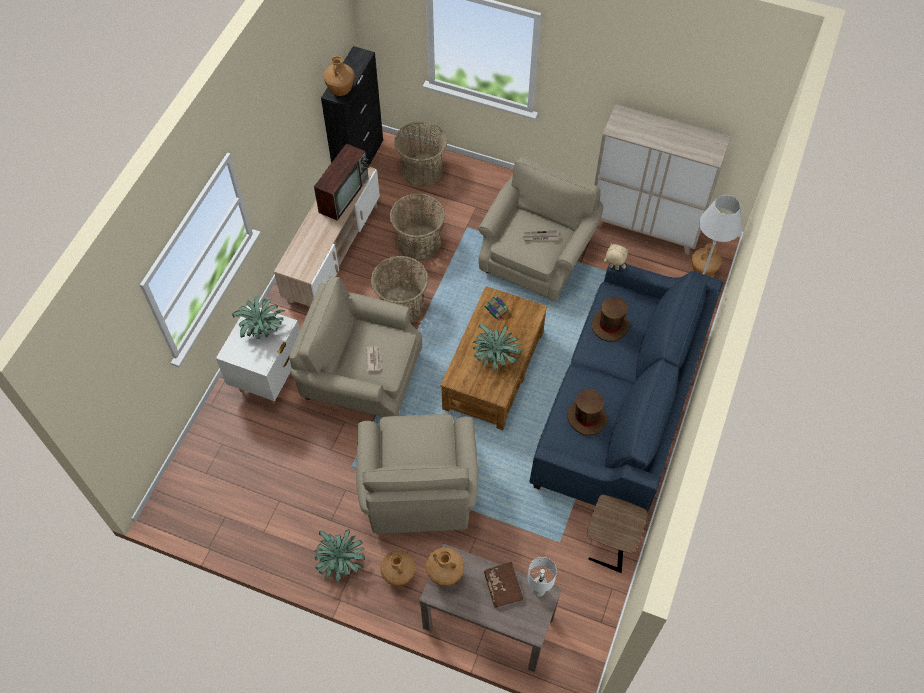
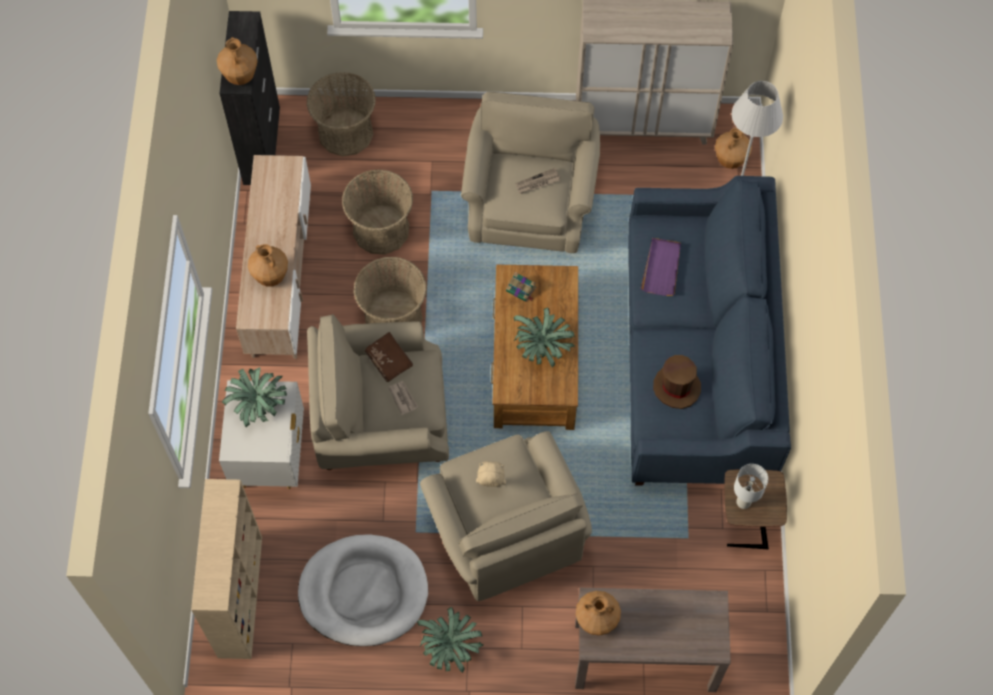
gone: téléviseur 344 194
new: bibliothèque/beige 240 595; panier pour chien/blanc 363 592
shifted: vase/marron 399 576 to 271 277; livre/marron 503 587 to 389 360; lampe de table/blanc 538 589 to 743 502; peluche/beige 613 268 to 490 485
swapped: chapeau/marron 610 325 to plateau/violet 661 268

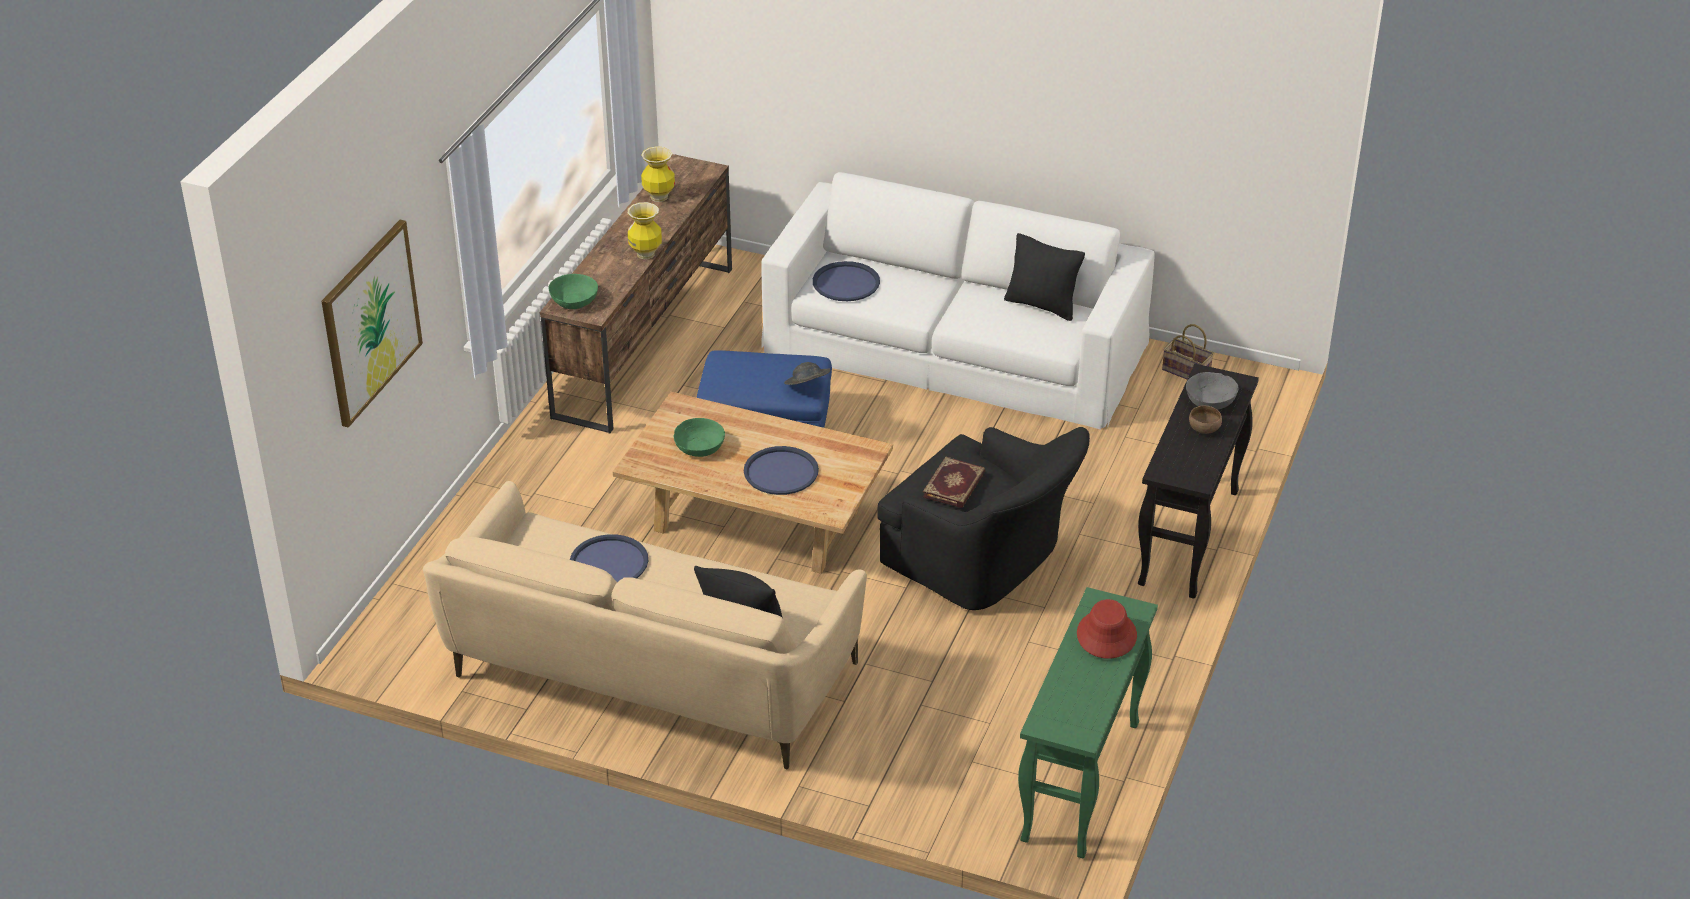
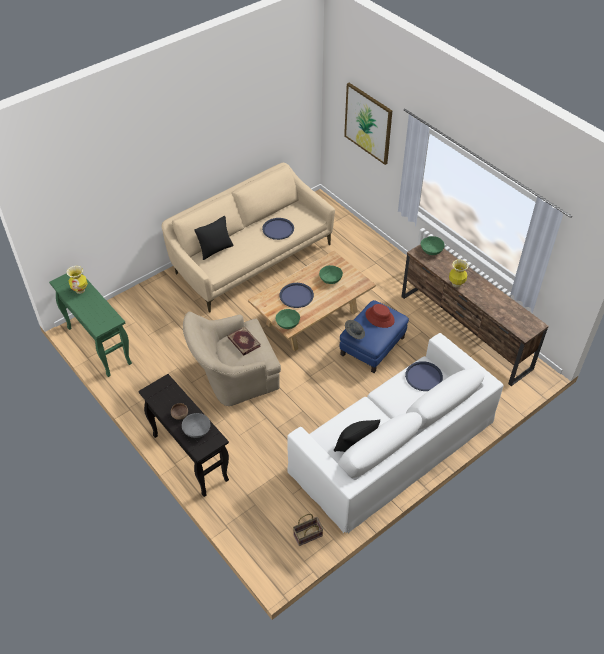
new: bol/vert 287 323
shifted: vase 659 197 to 80 290; chapeau/rouge 1106 635 to 379 317
repainted: fauteuil/noir 983 562 to fauteuil/beige 233 377

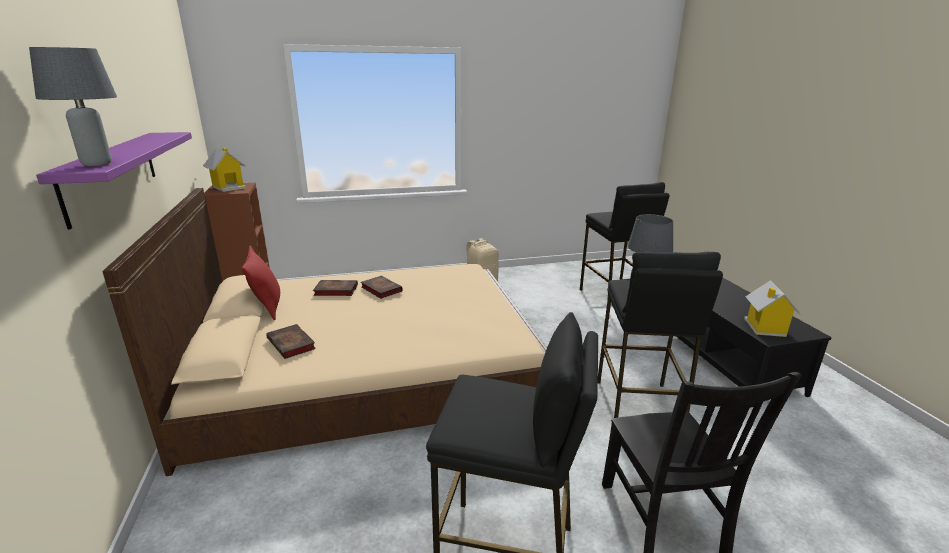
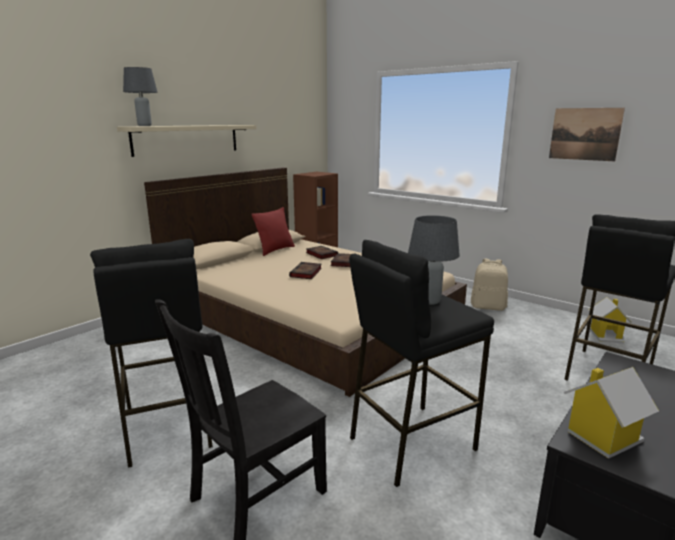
new: tableau 584 134
shifted: maison miniature 229 187 to 606 335; livre 292 344 to 306 273
repainted: étagère/violet 112 173 to étagère/beige 187 139

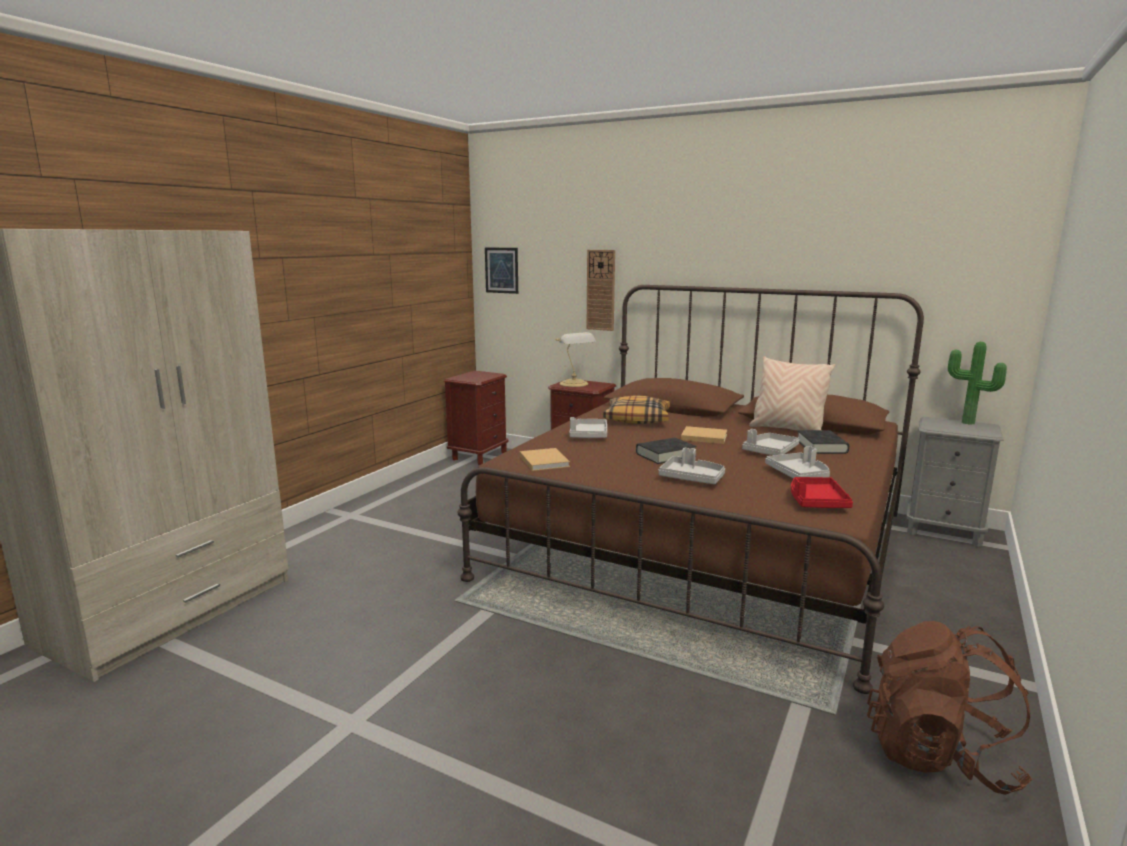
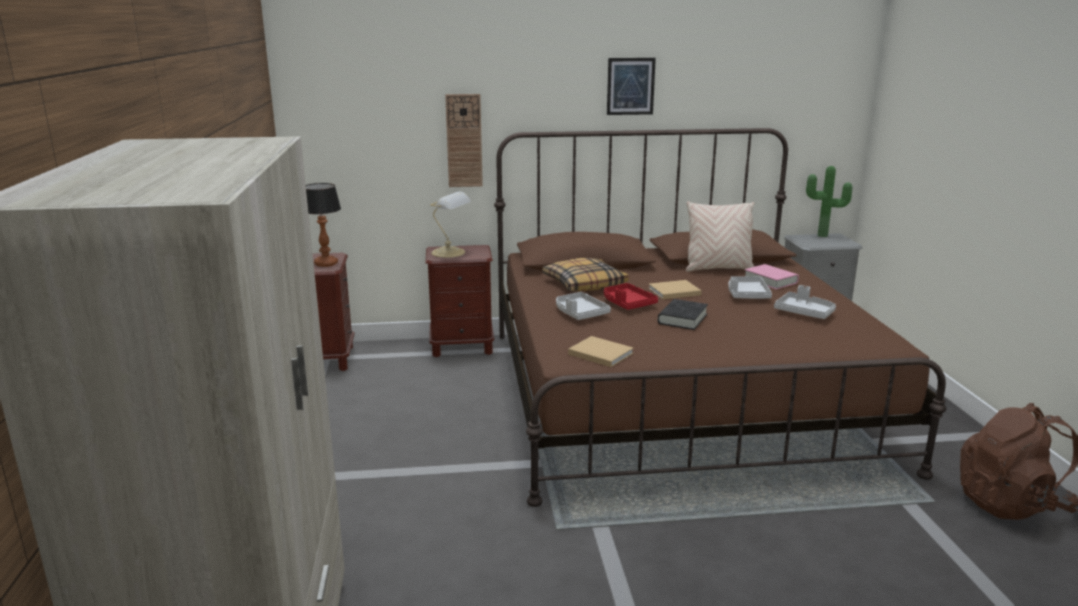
gone: plateau/gris 692 478
new: lampe de table 326 263
shifted: tableau 501 270 to 630 86; plateau/rouge 816 502 to 627 304
repainted: livre/noir 821 446 to livre/rose 770 281

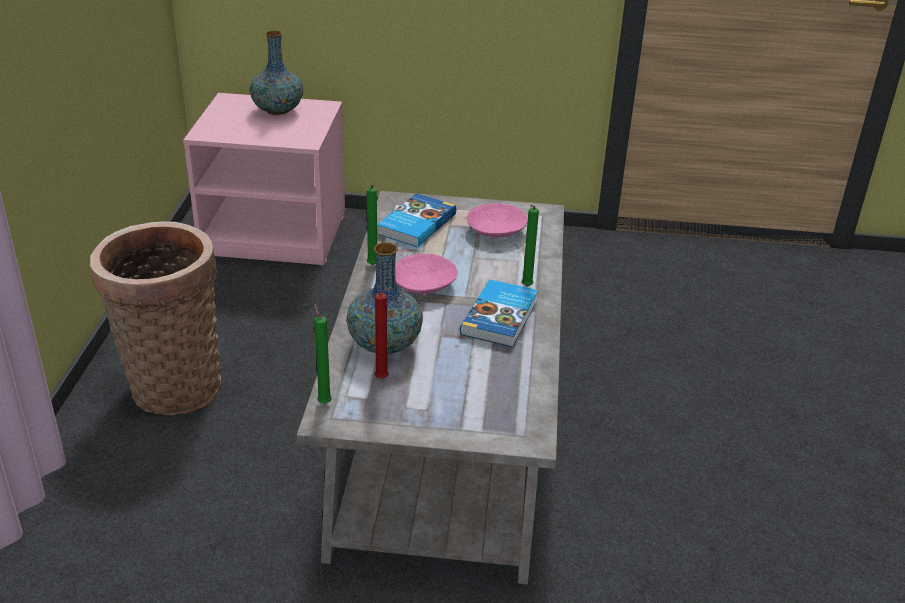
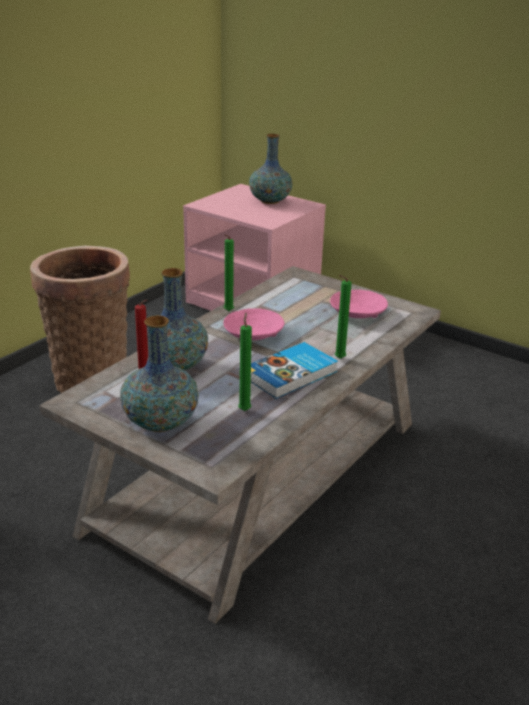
gone: livre 415 224
new: vase 160 422
shifted: bougie/vert 323 402 to 244 409

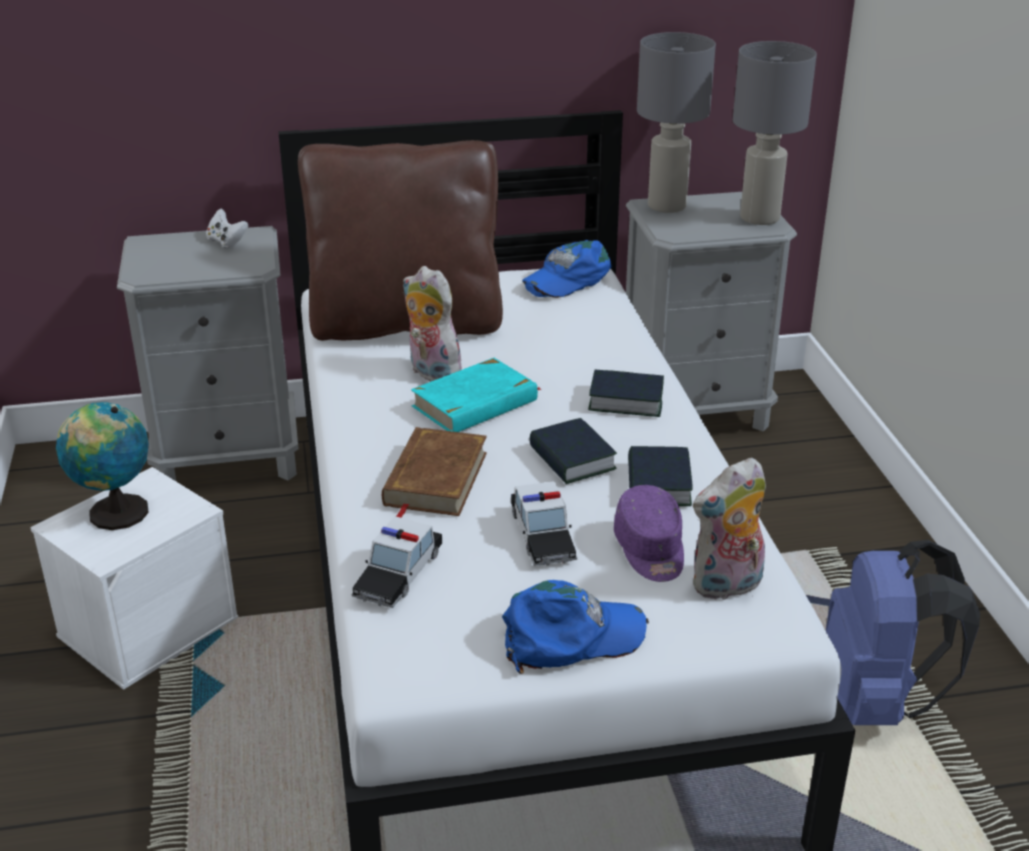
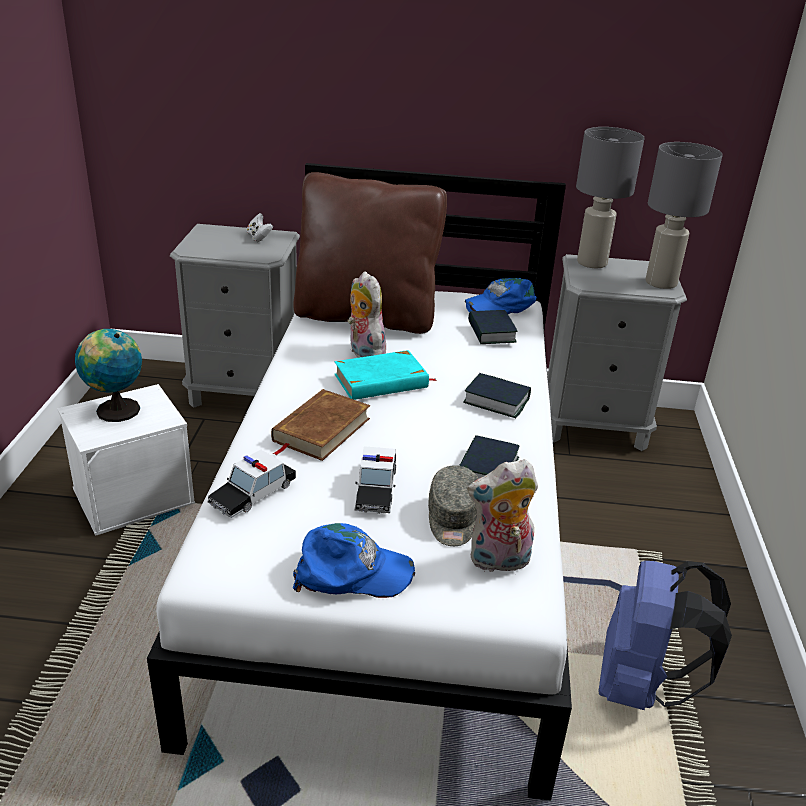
shifted: livre 572 459 to 491 332
repainted: casquette/violet 650 550 to casquette/gris 453 519

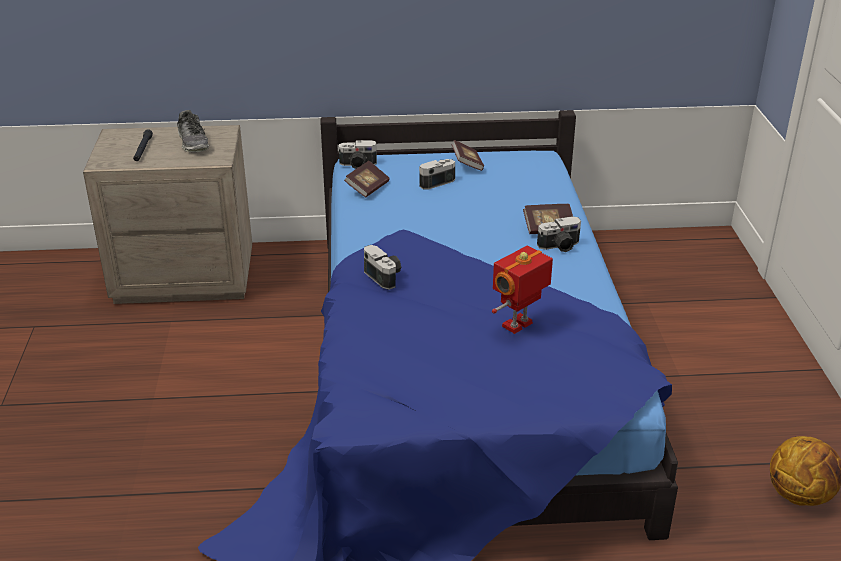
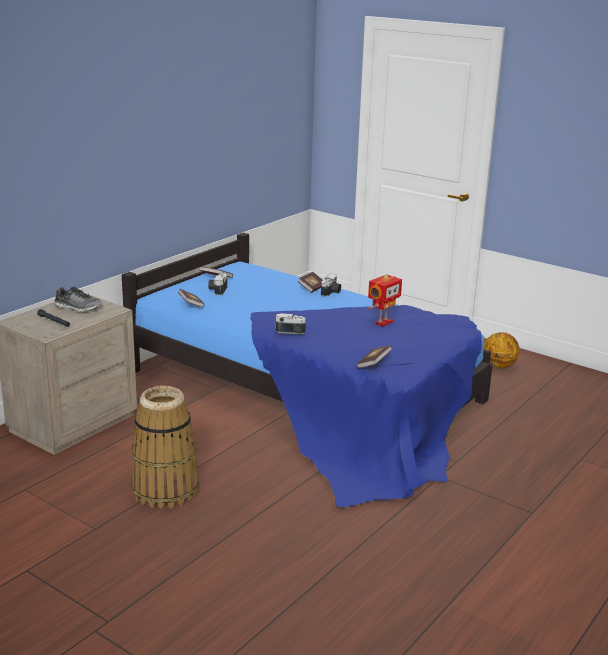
gone: appareil photo 358 165
new: panier 165 489; livre 374 364
rotated: robot jouet 518 325 = 383 322 135 degrees counterclockwise

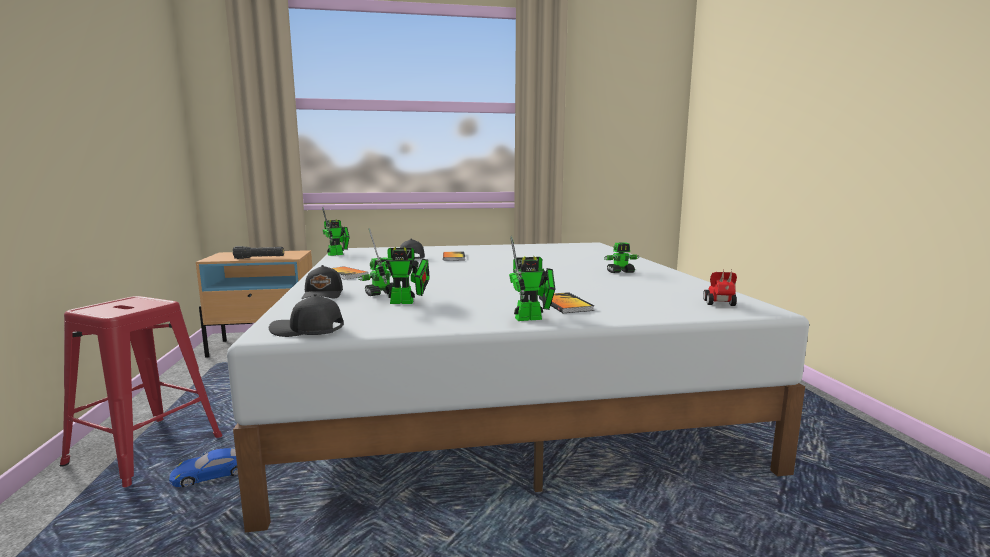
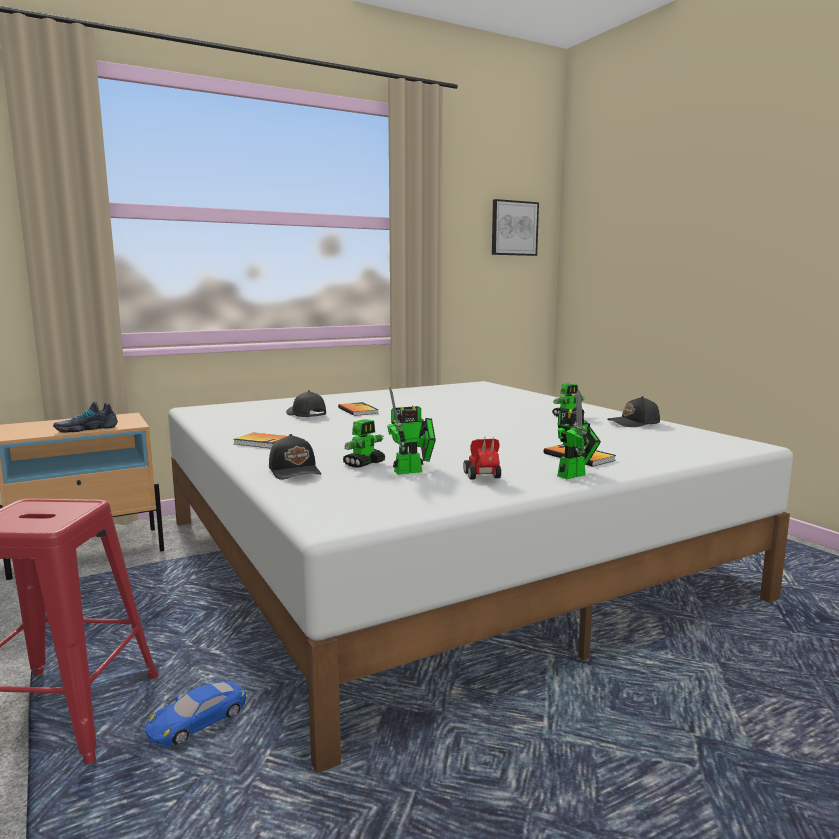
gone: robot jouet 338 254
new: tableau 514 228
shifted: casquette/noir 307 330 to 634 423; petite voiture 720 304 to 483 477
swapped: lampe de poche/noir 259 258 to chaussure 86 429

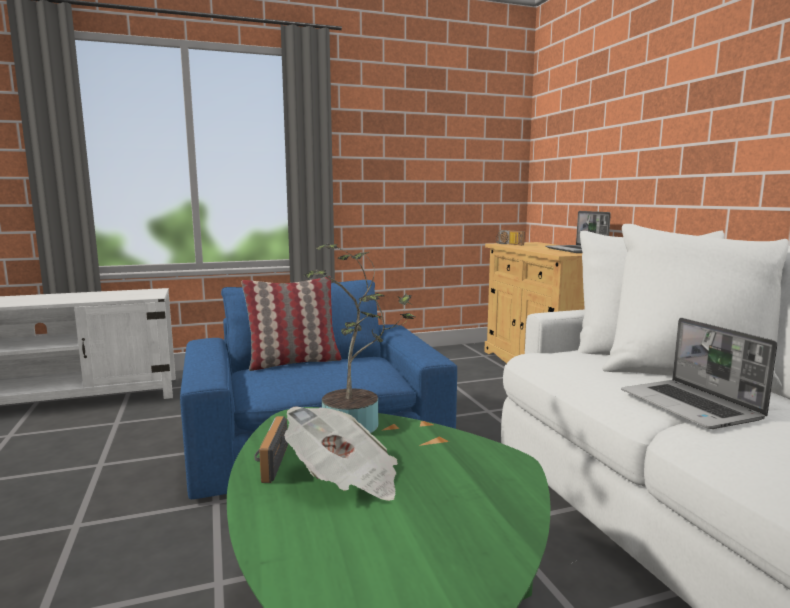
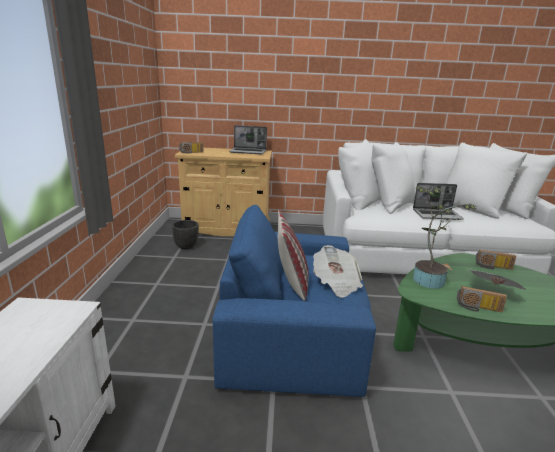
new: cache-pot/noir 186 246; journal 336 283; radio 493 267

